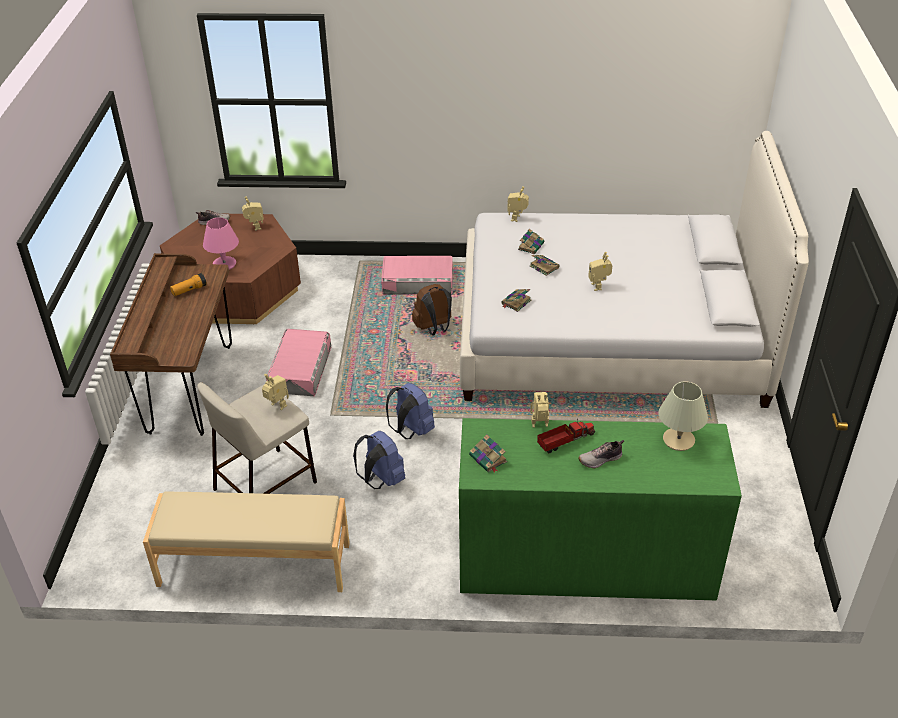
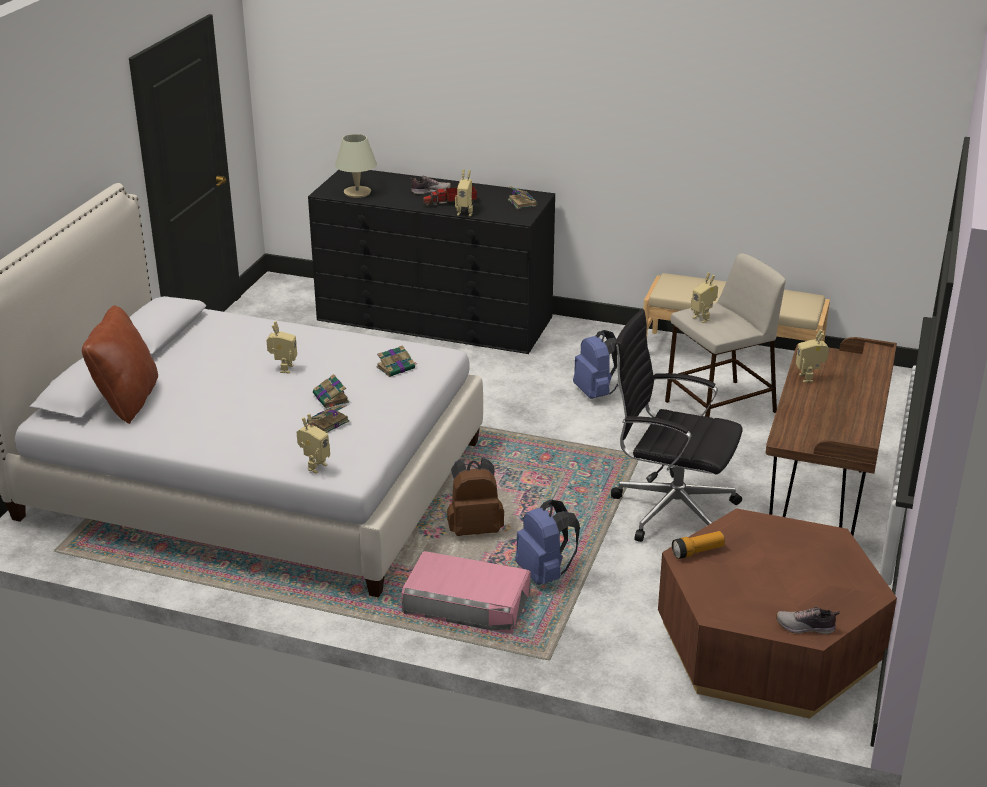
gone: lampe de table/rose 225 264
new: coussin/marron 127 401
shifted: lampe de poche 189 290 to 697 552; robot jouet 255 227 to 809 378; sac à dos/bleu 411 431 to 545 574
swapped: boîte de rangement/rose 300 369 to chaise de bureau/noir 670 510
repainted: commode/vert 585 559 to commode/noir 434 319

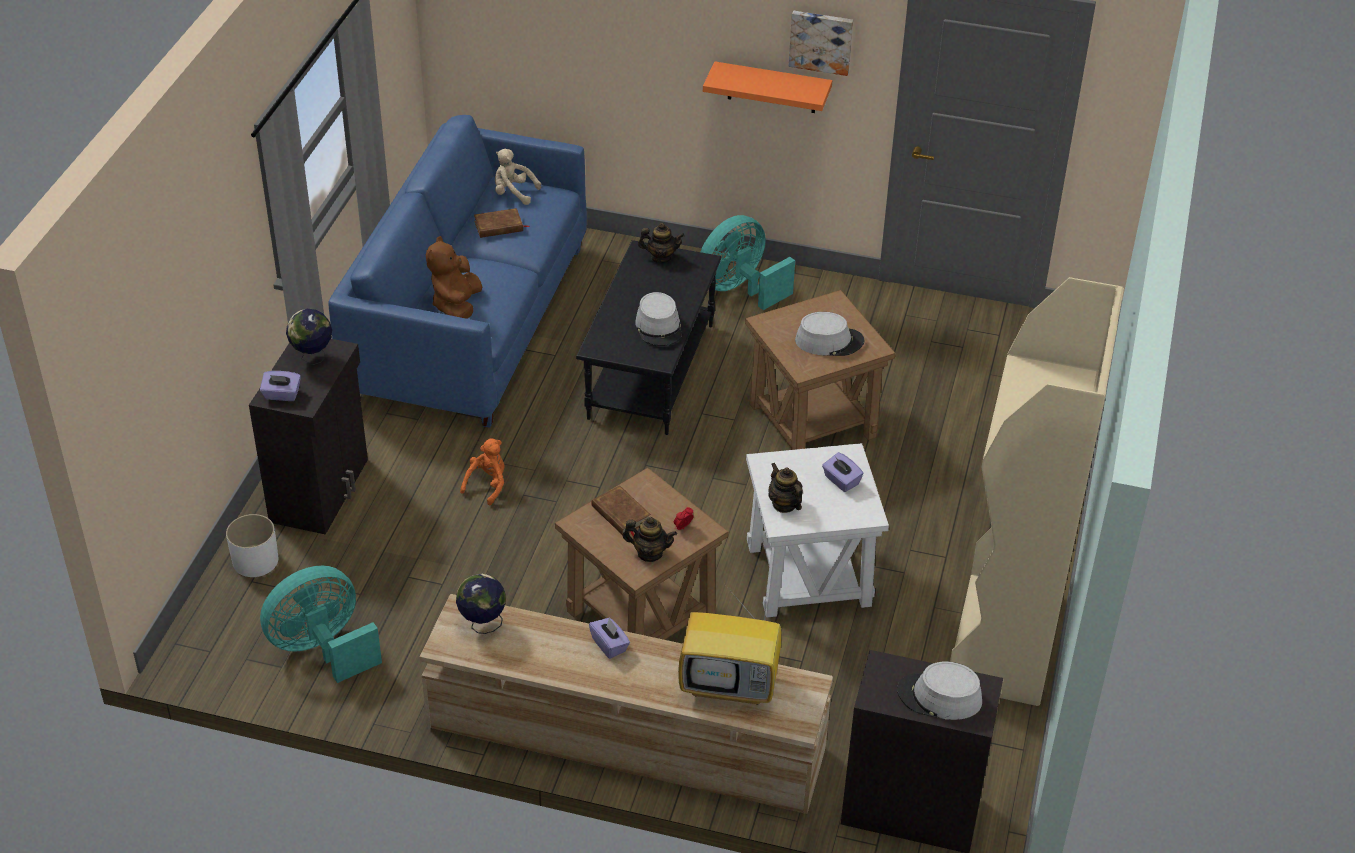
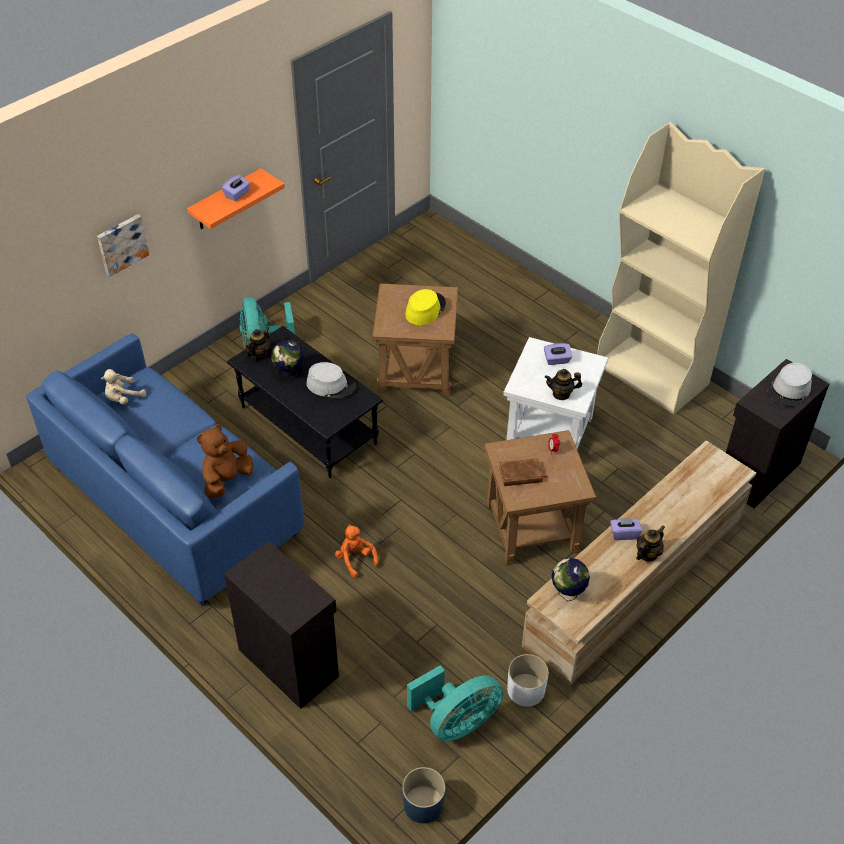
gone: livre/marron 499 226; téléviseur 731 684
new: cache-pot/bleu 423 804
shifted: cache-pot/blanc 255 561 to 526 690; boîte à mouchoirs/violet 282 395 to 237 194; globe 312 358 to 289 373; théière 649 553 to 647 554; tableau 821 41 to 121 244
repainted: chapeau/gris 829 341 to chapeau/jaune 425 309
rotated: ventilateur/turquoise 323 649 = 457 722 120 degrees counterclockwise; peluche/marron 456 306 = 226 480 90 degrees clockwise

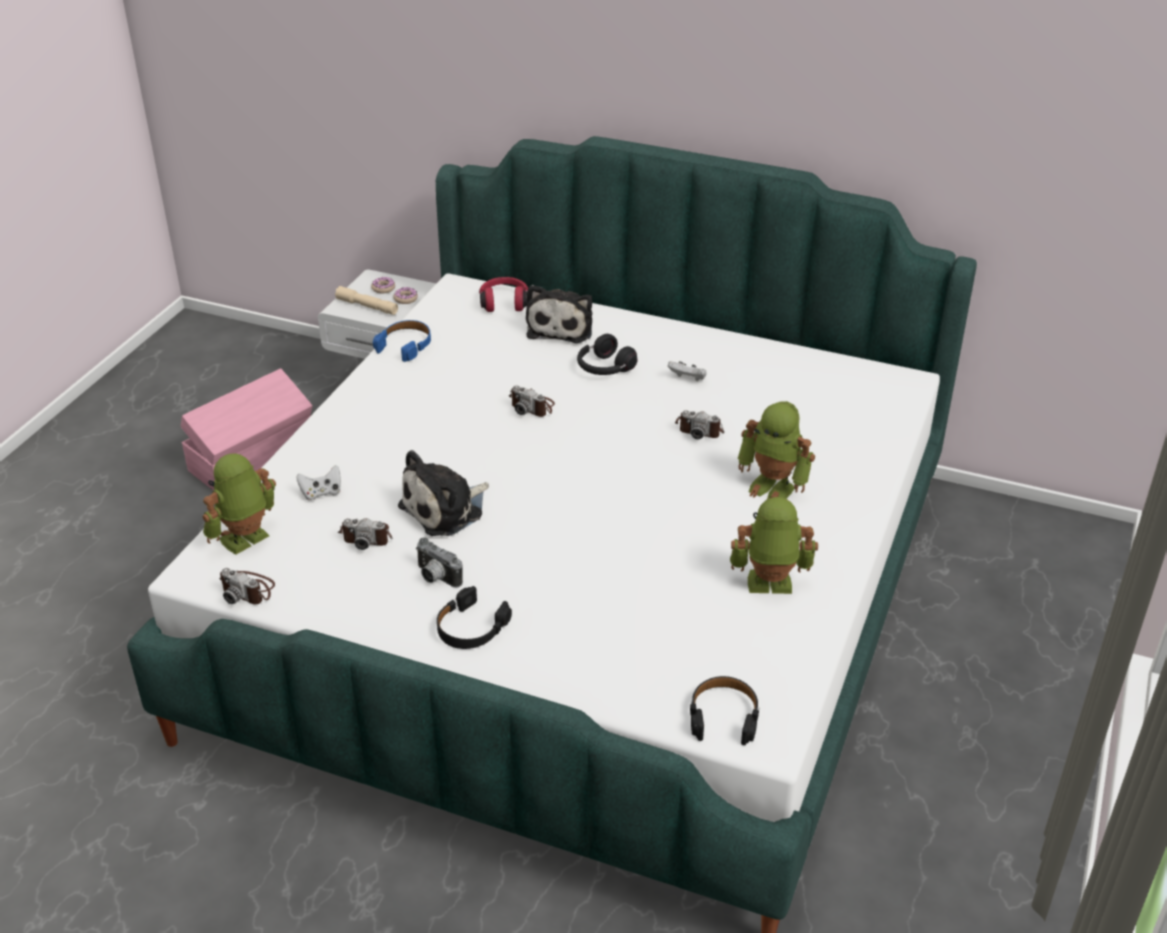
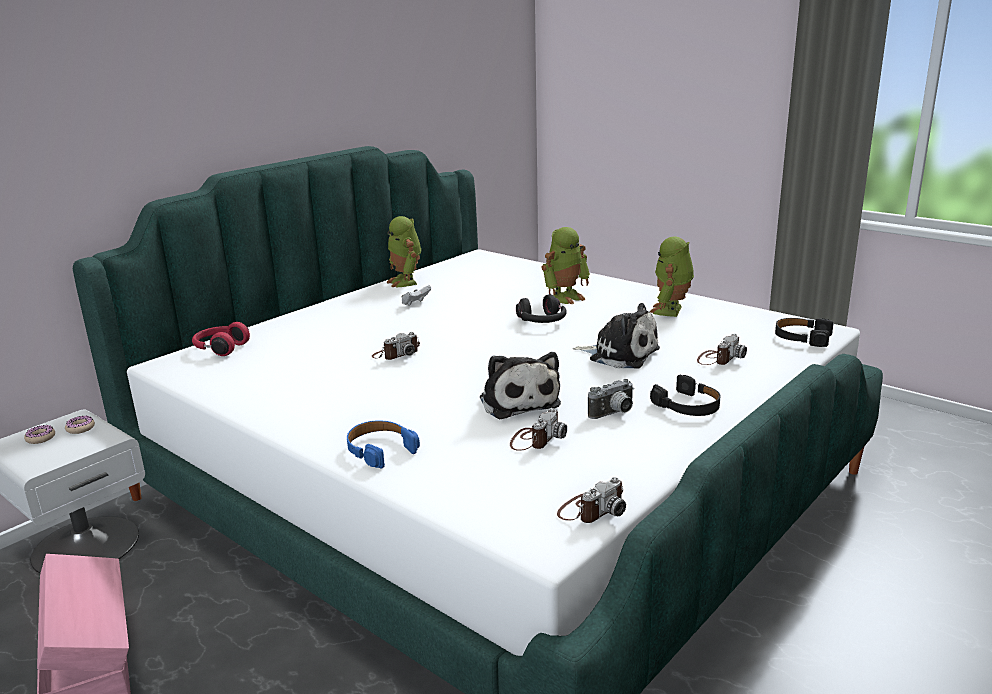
gone: manette/blanc 321 493; lampe de poche/beige 367 306
shifted: robot jouet 246 540 to 406 282; casque audio/bleu 405 345 to 380 450; peluche 561 327 to 620 354; casque audio/noir 604 368 to 542 322; appareil photo 700 429 to 718 358

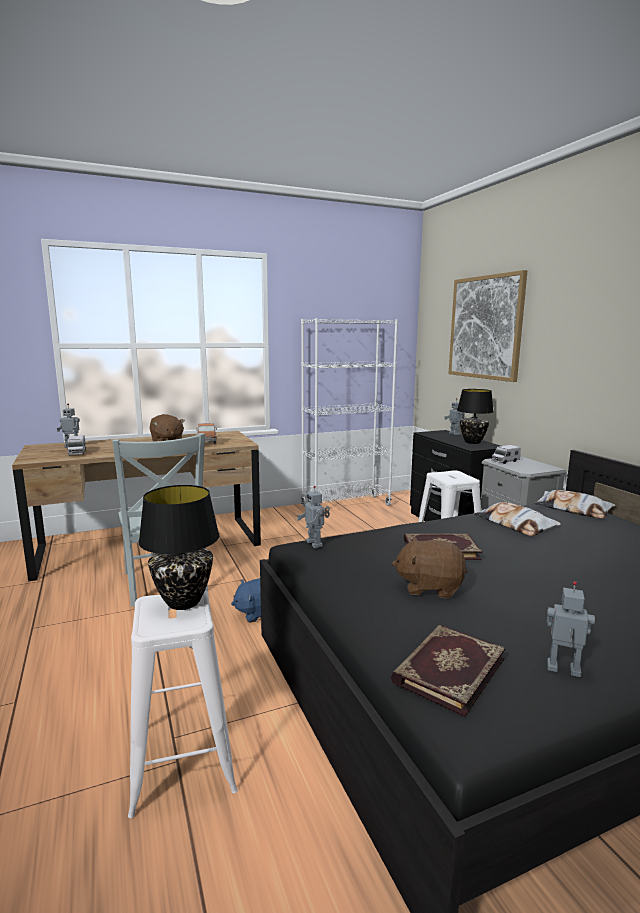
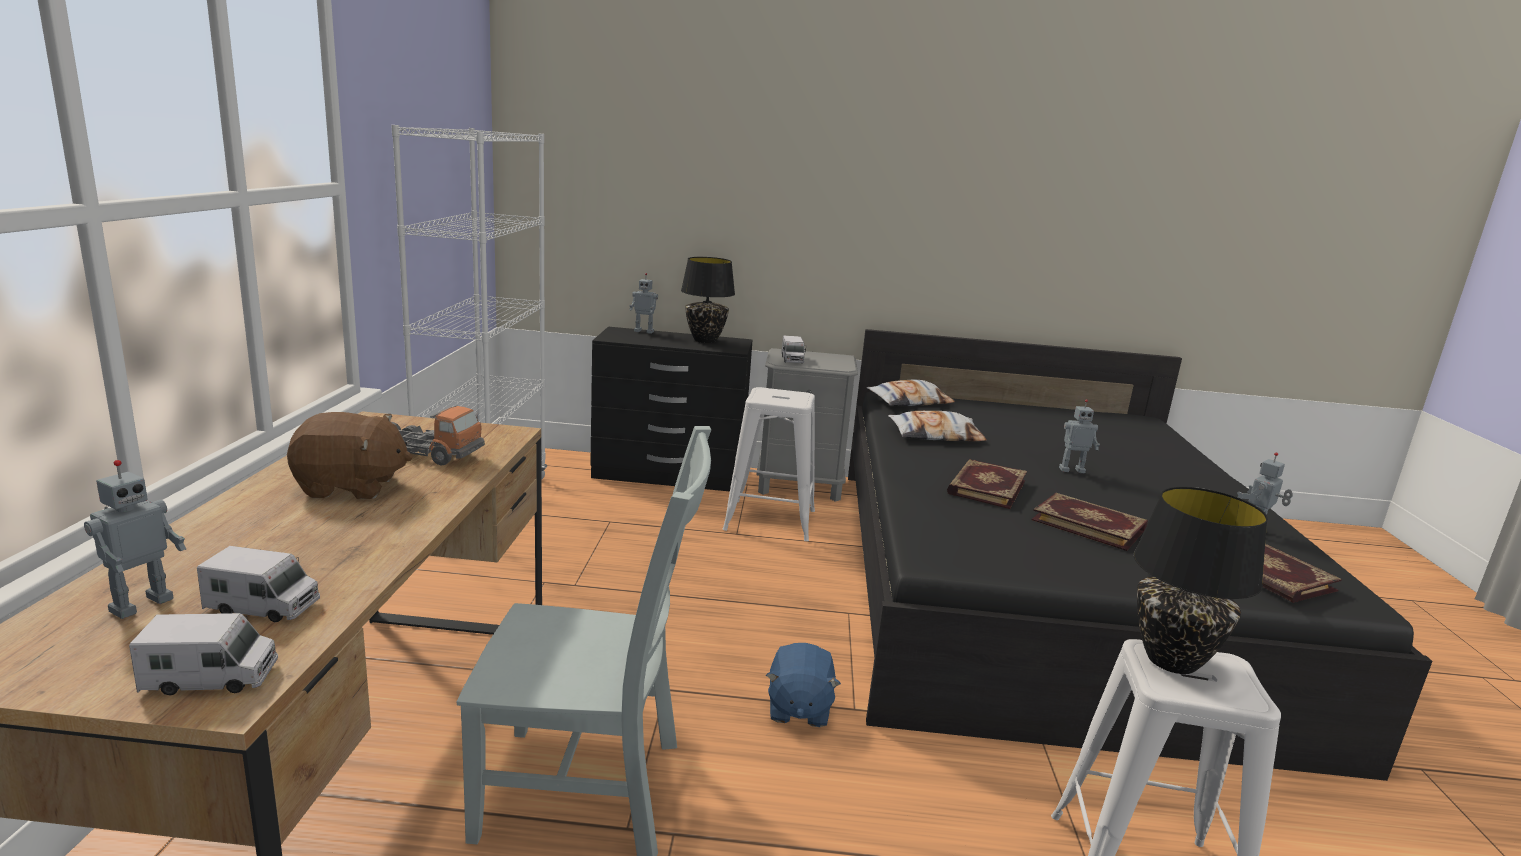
gone: tableau 485 327
new: camion jouet 211 678
shifted: robot jouet 315 544 to 1071 470
swapped: peluche/marron 429 587 to livre 1089 524

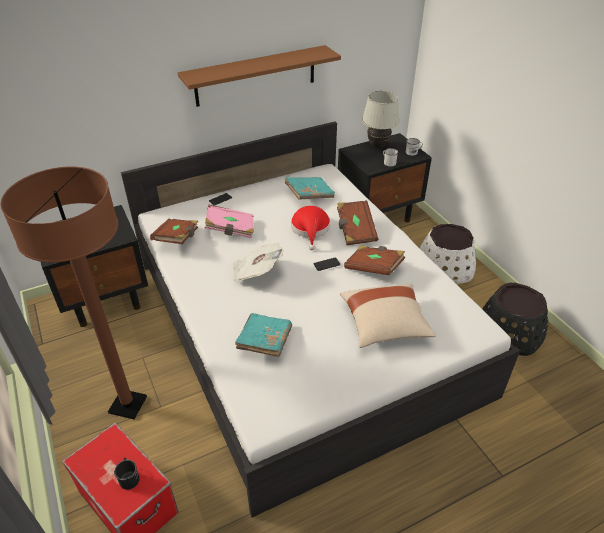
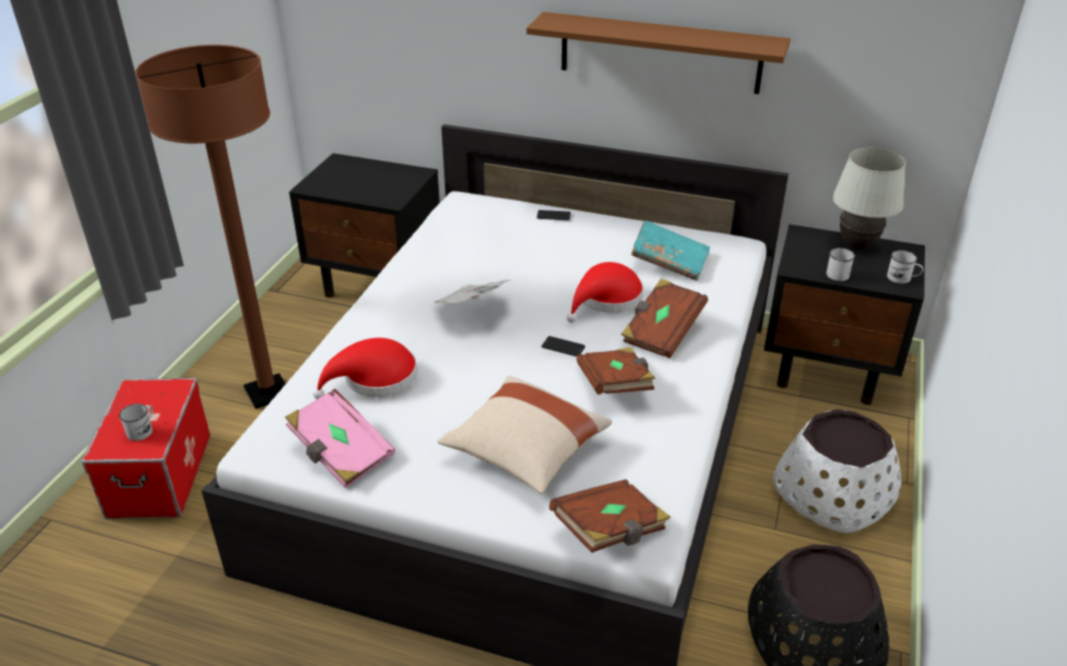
shifted: livre/marron 177 239 to 610 530; livre/rose 230 230 to 341 453
swapped: livre/turquoise 264 341 to chapeau/rouge 374 379
repainted: mug/noir 129 477 to mug/blanc 143 430

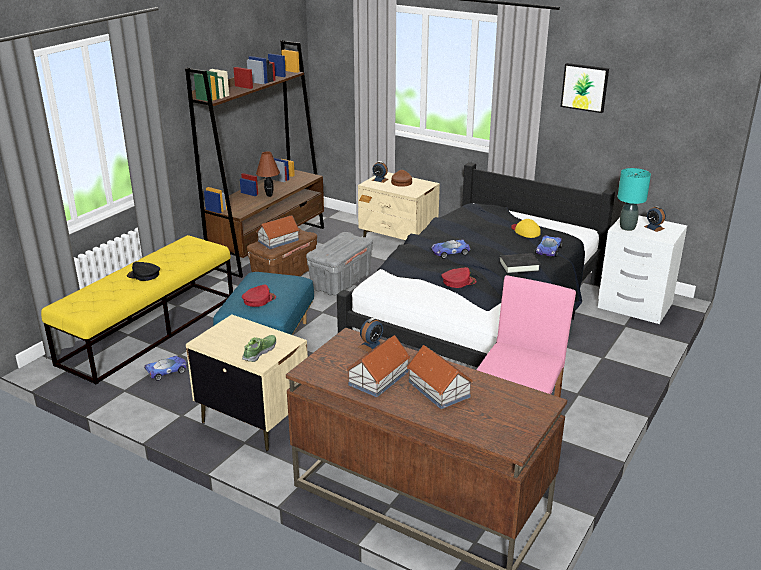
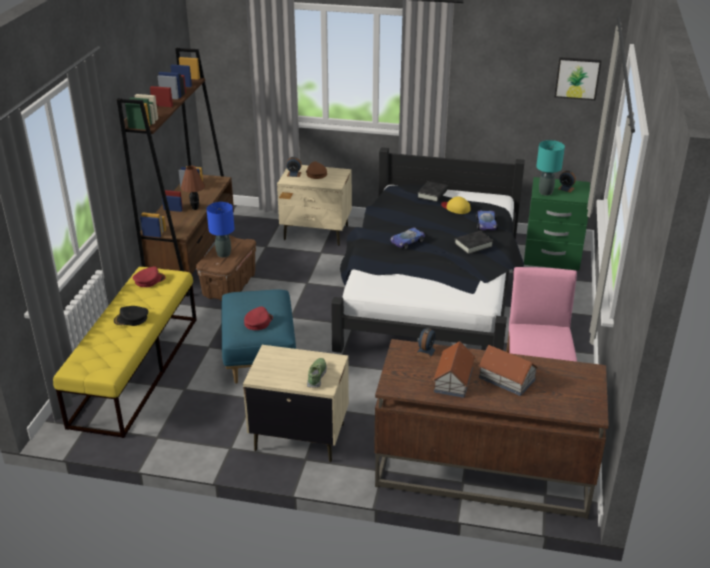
gone: petite voiture 167 371; boîte de rangement/gris 341 282
new: livre/noir 432 194
shifted: casquette/rouge 458 281 to 149 280; tableau 585 87 to 577 78
swapped: maison miniature 278 241 to lampe de table/bleu 223 254
repainted: table de chevet/blanc 634 306 to table de chevet/vert 551 257

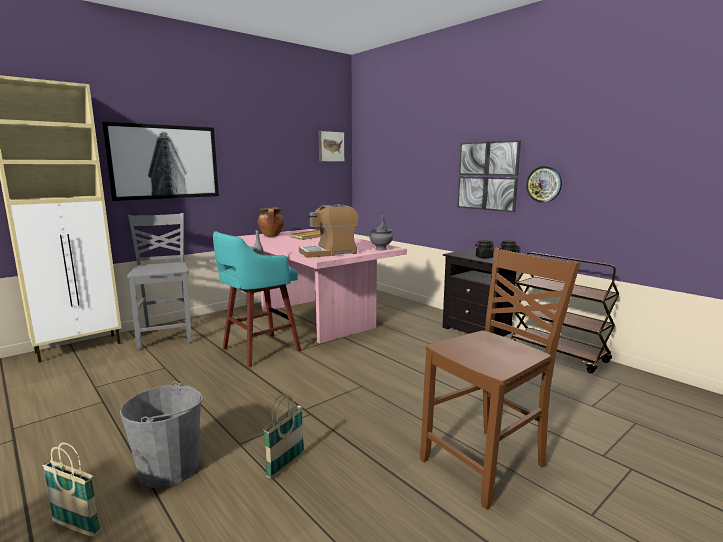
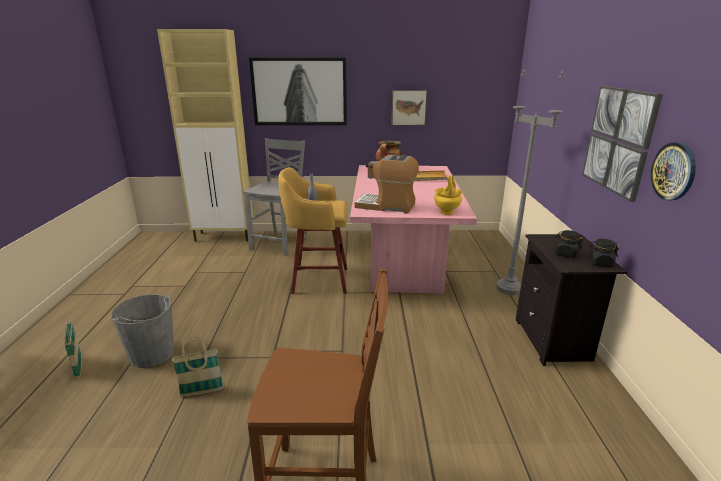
gone: chariot/marron 558 354
new: lampadaire/gris 509 288
shifted: tableau 330 146 to 408 107
repainted: tabouret/turquoise 259 350 to tabouret/jaune 318 280; vase/gris 381 249 to vase/jaune 446 212

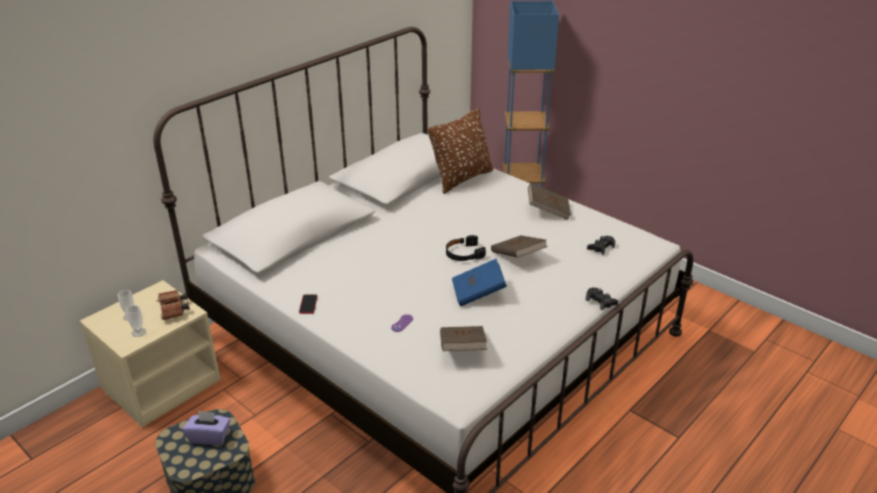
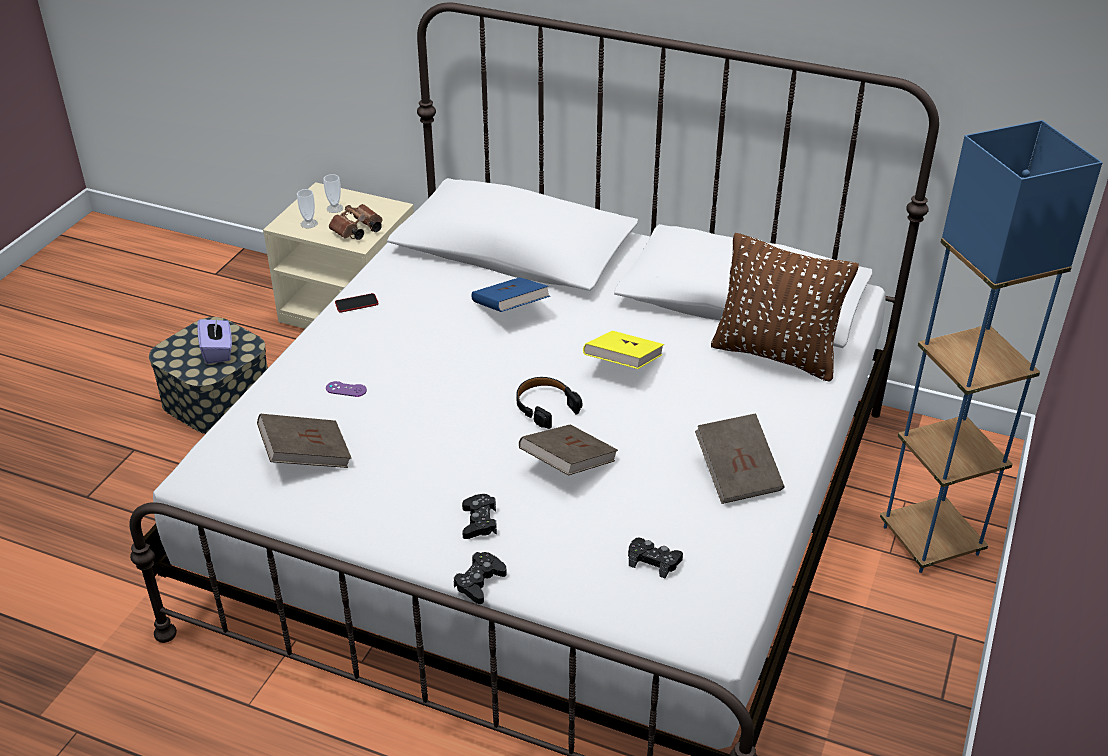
new: manette/noir 479 522; livre/jaune 623 365
shifted: livre/bleu 478 293 to 510 310

